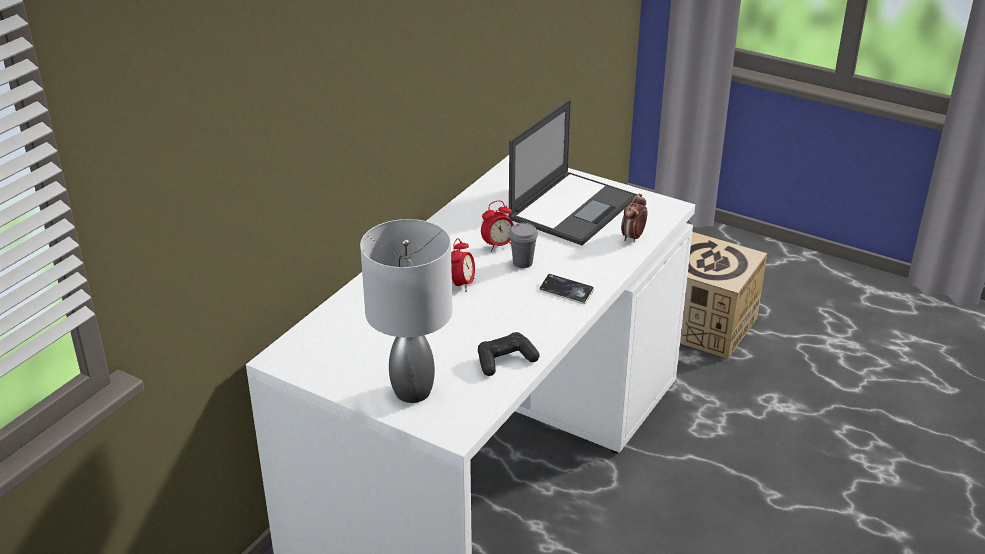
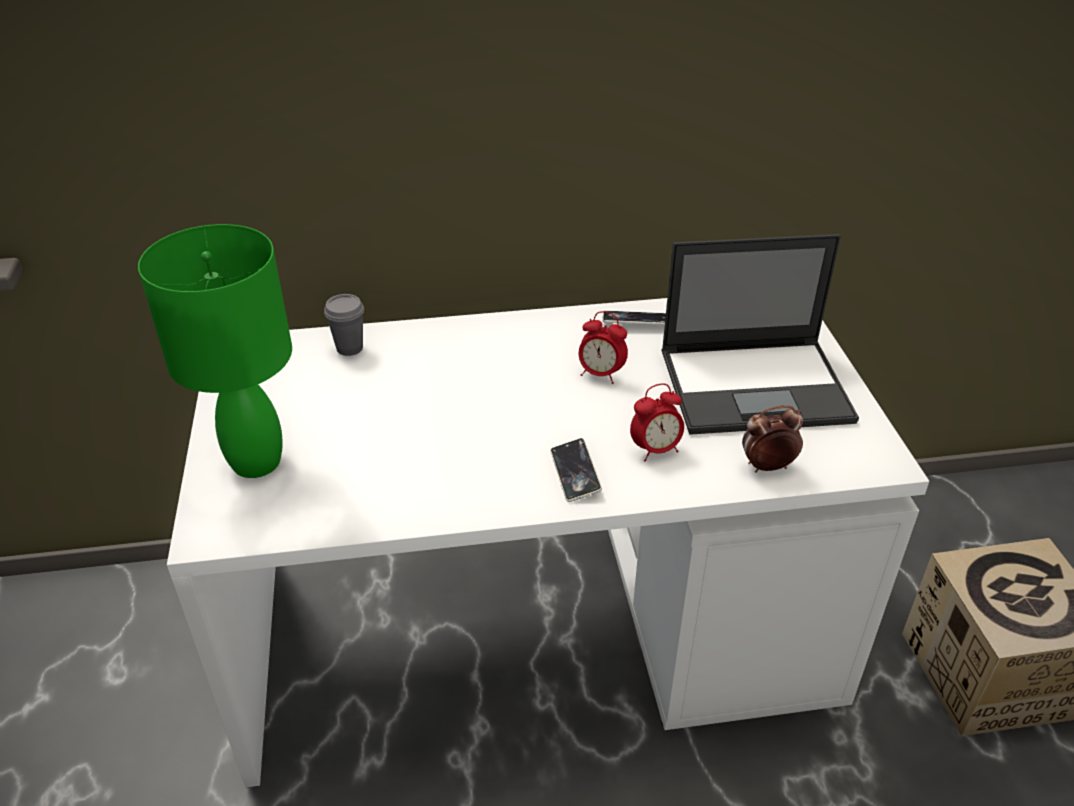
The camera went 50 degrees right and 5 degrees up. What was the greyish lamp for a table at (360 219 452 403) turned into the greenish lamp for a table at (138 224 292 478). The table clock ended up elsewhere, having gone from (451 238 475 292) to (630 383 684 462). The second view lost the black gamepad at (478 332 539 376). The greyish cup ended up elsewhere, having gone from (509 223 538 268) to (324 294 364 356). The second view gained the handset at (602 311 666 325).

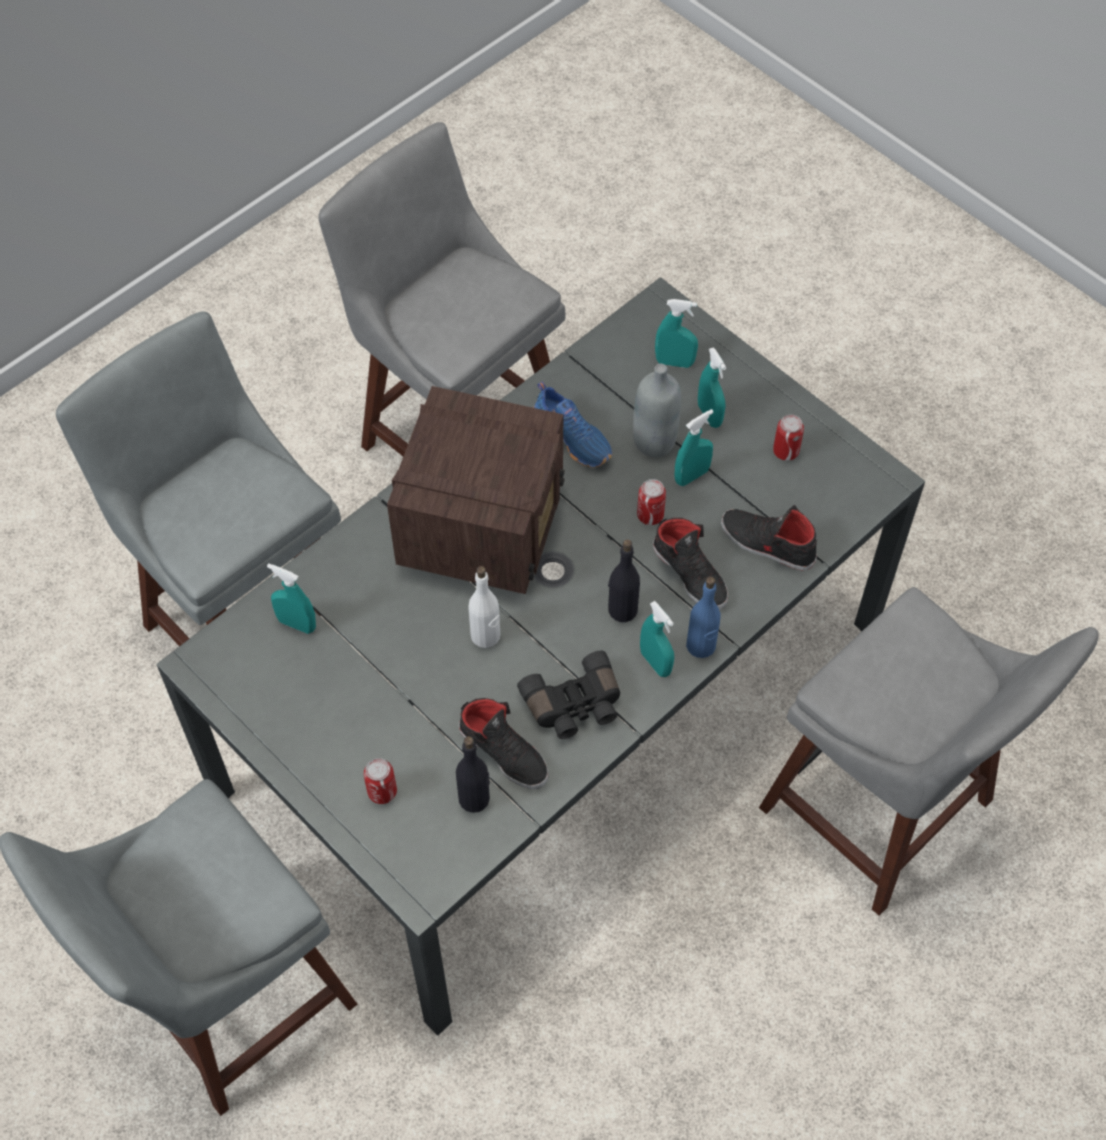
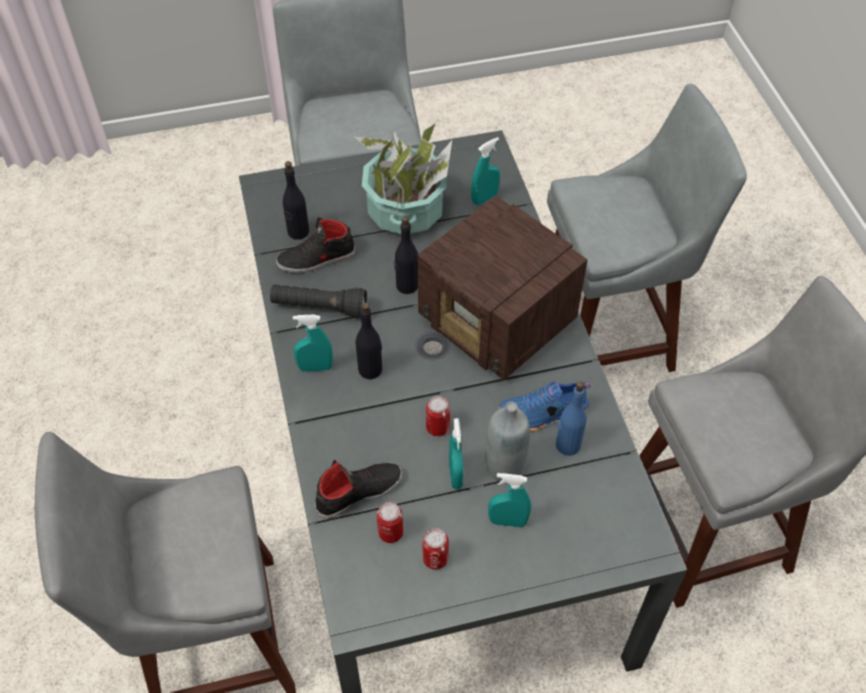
The camera went 120 degrees right and 5 degrees down. The can ended up elsewhere, having gone from (364 758 397 804) to (377 502 403 543). What was the white-coloured bottle at (468 566 500 648) turned into the black bottle at (394 216 418 294). Where the black field glasses stood at (517 651 620 739), the black flashlight came to stand at (270 284 367 319). The second view lost the black low shoe at (653 518 728 610). The second view lost the turquoise spray bottle at (655 299 698 368). The blue-coloured bottle ended up elsewhere, having gone from (686 576 721 658) to (556 381 587 456). The second view gained the plant in a pot at (355 123 452 234).

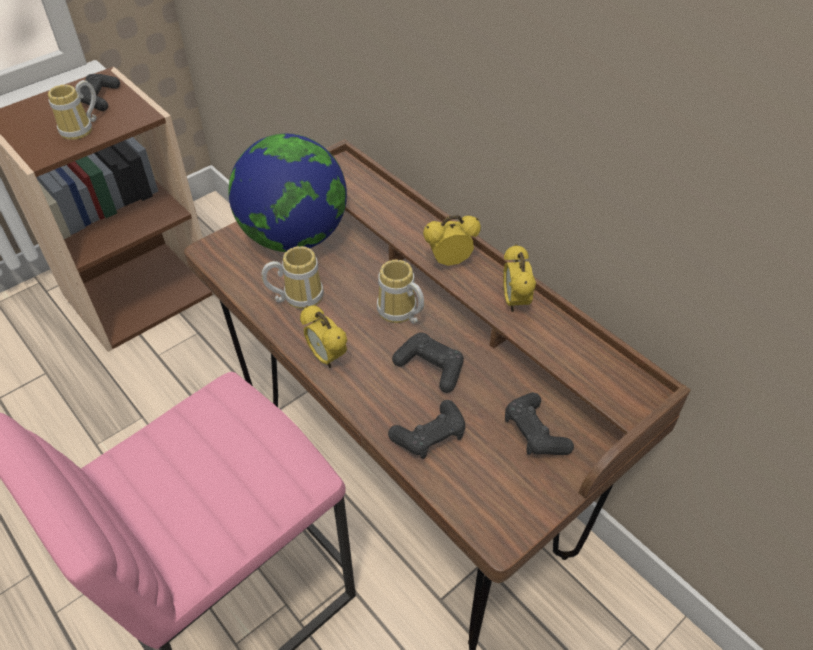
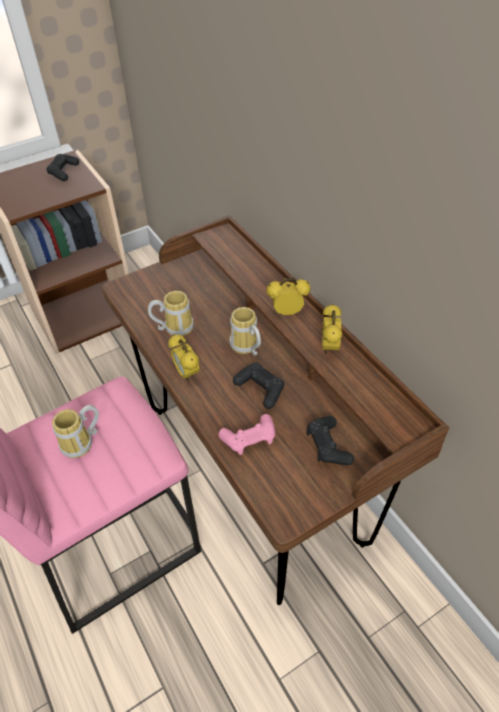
The camera went 10 degrees right and 0 degrees up. The coffee mug ended up elsewhere, having gone from (48 80 97 140) to (52 405 99 458). The second view lost the desk globe at (228 133 347 252). What was the black gamepad at (388 400 465 459) turned into the pink-coloured gamepad at (218 414 275 455).

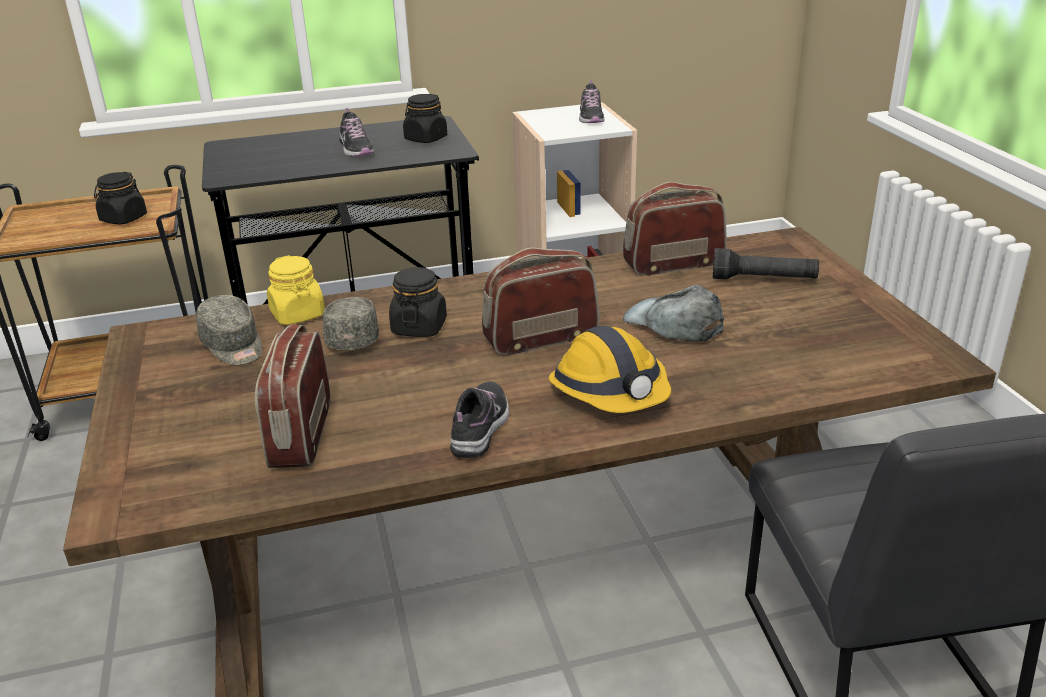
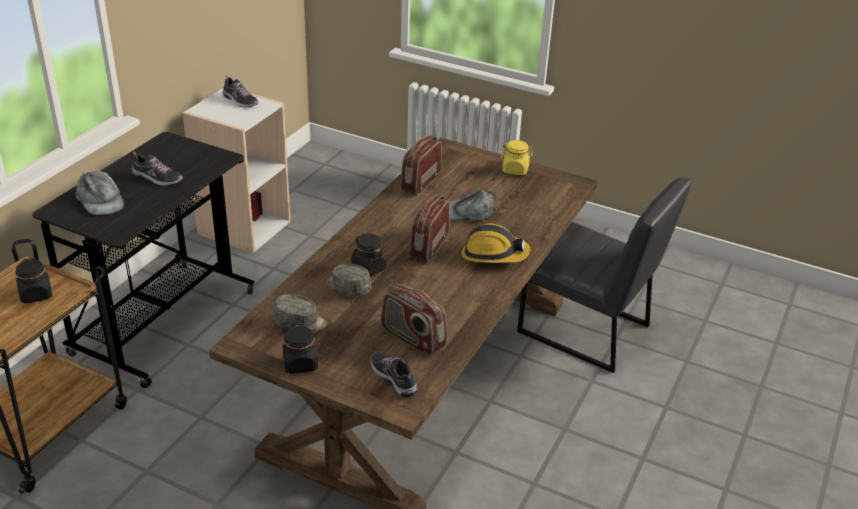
The camera went 50 degrees left and 5 degrees up. The yellow storage jar ended up elsewhere, having gone from (267 255 325 325) to (501 140 534 175). The black storage jar ended up elsewhere, having gone from (403 94 447 143) to (283 324 318 374). The low shoe ended up elsewhere, having gone from (450 381 509 458) to (371 352 418 397). The second view lost the black flashlight at (713 248 819 279). The second view gained the greyish cap at (76 171 124 215).

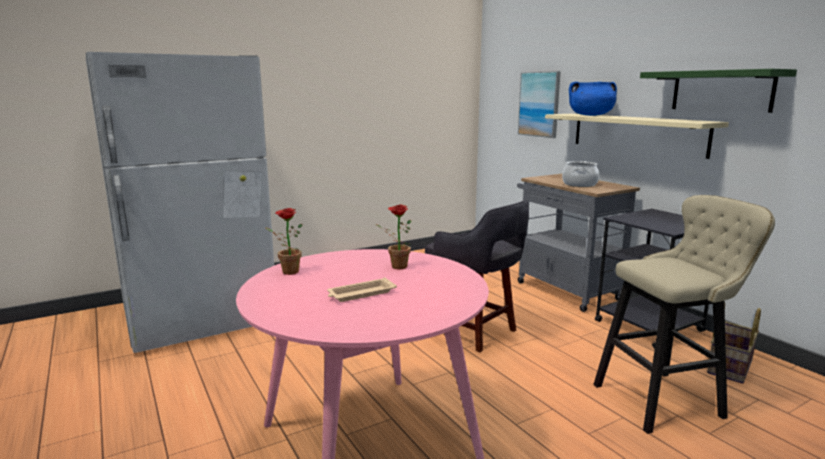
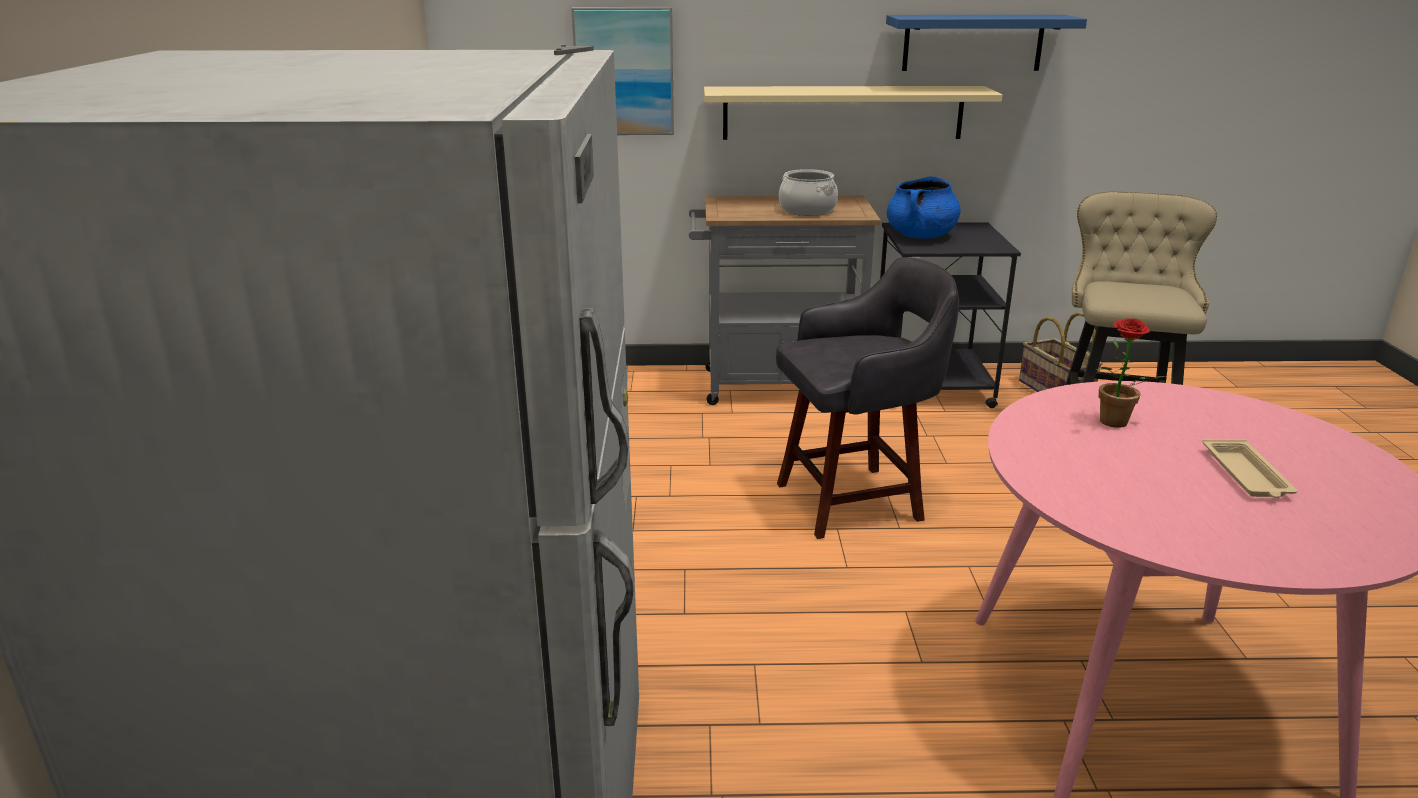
The camera went 60 degrees left and 10 degrees up. The second view lost the plant in a pot at (265 208 303 275). The blue-coloured stockpot ended up elsewhere, having gone from (569 82 617 116) to (887 177 961 239). What was the greenish bracket shelf at (640 69 797 113) turned into the blue-coloured bracket shelf at (886 15 1087 71).

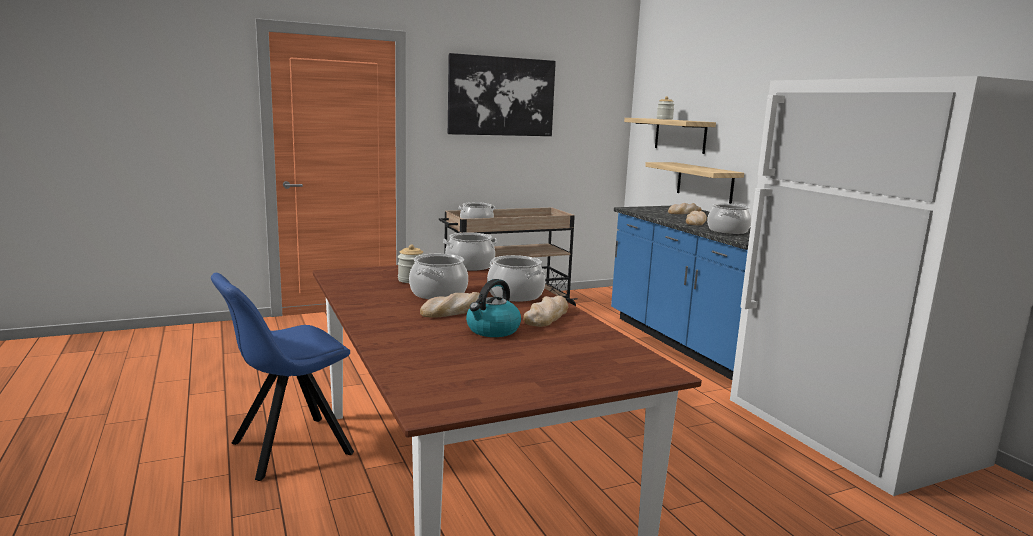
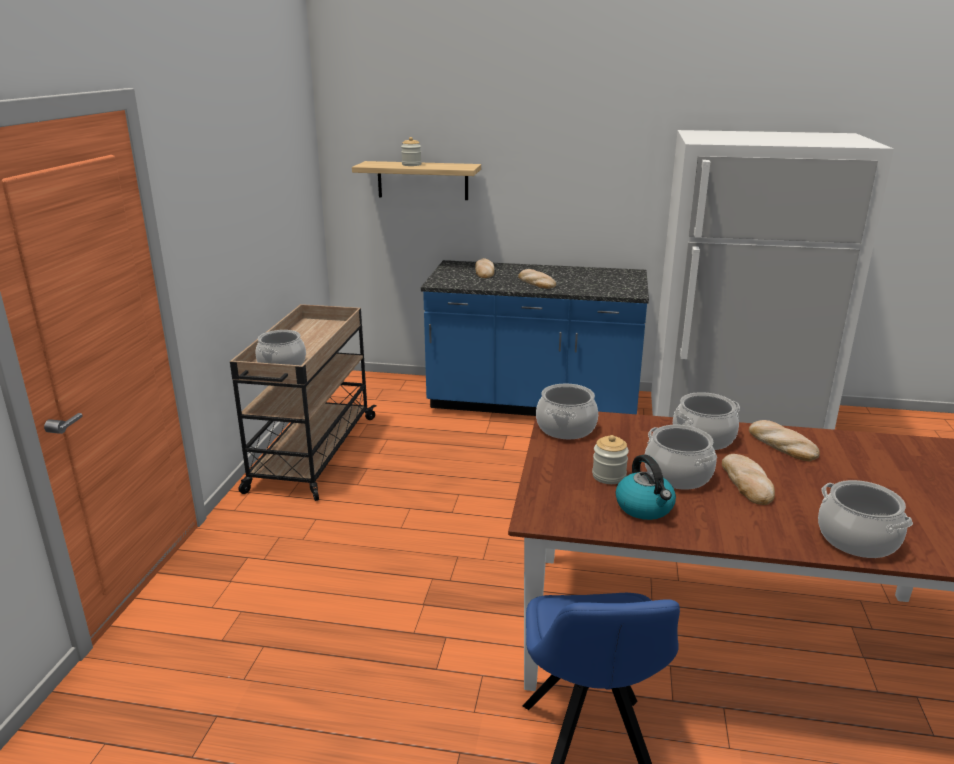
The camera went 55 degrees left and 10 degrees up. The second view lost the picture at (448 53 556 136). The kettle ended up elsewhere, having gone from (466 279 521 337) to (616 455 676 520). The second view lost the bracket shelf at (645 162 744 204). The stockpot ended up elsewhere, having gone from (707 203 751 234) to (818 480 913 558).

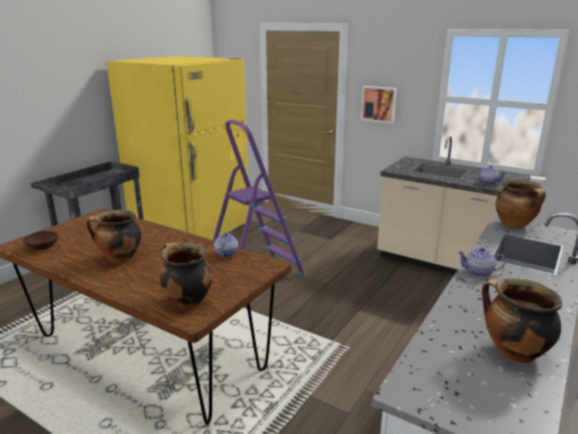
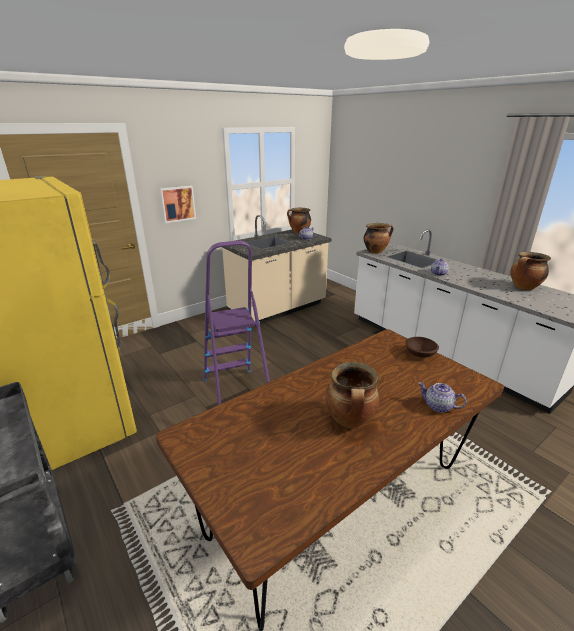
The camera went 70 degrees left and 5 degrees up. The brown-coloured bowl ended up elsewhere, having gone from (23 231 59 250) to (405 337 439 358). The stockpot ended up elsewhere, having gone from (159 242 213 308) to (287 208 311 234). The teapot ended up elsewhere, having gone from (214 230 238 258) to (418 382 467 413).

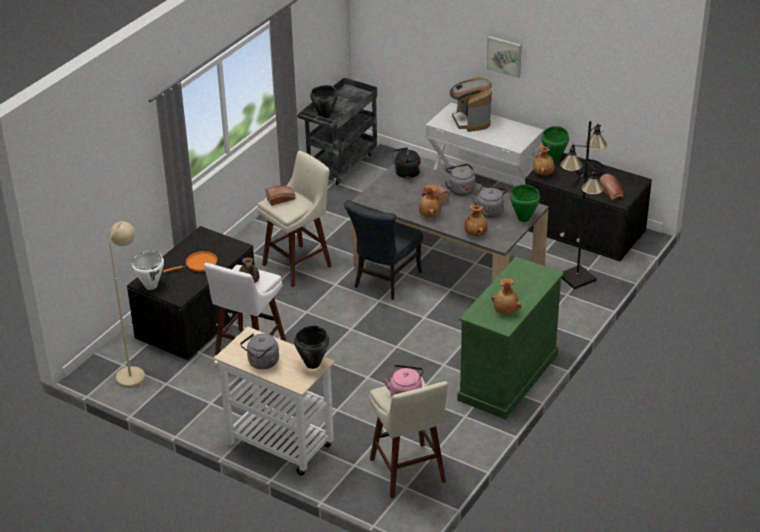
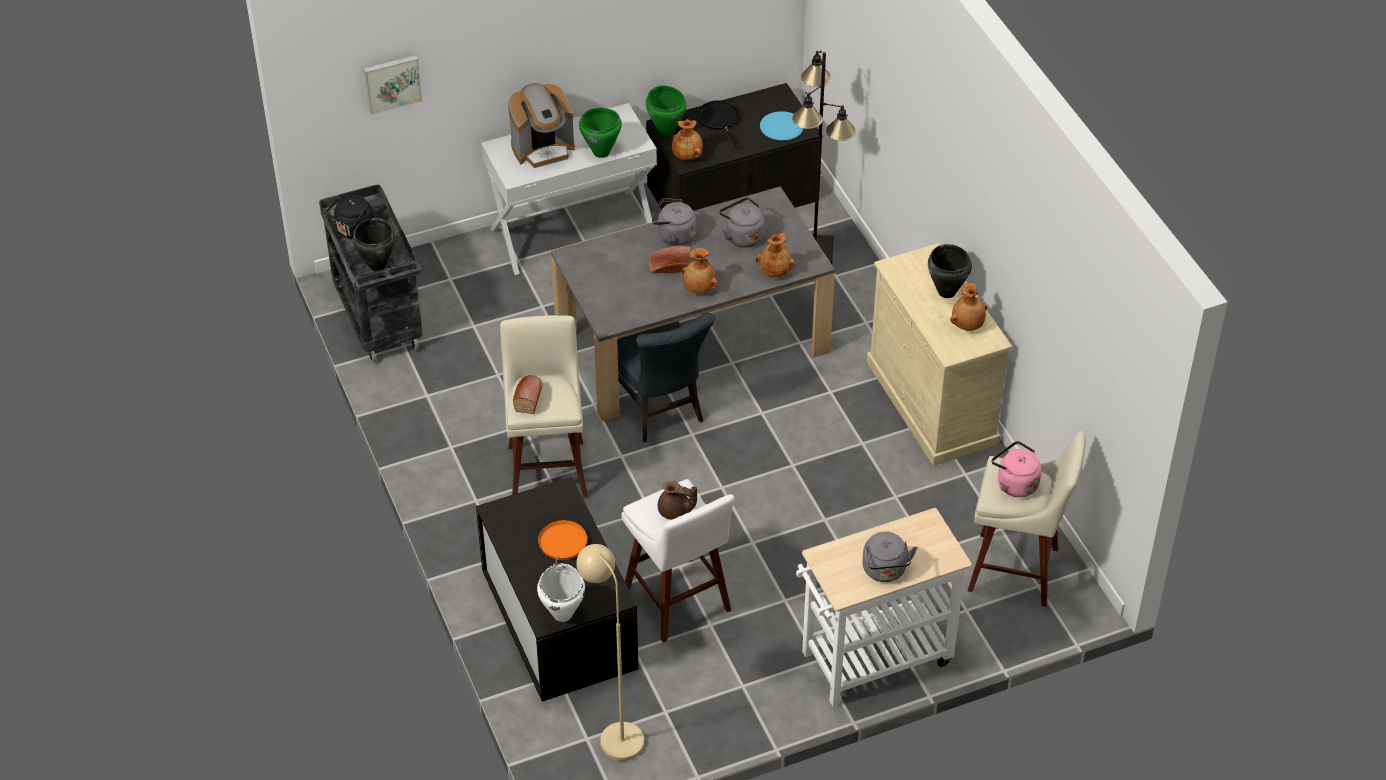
The camera went 55 degrees left and 10 degrees up. The black stockpot ended up elsewhere, having gone from (294 326 329 369) to (928 244 972 298). The black kettle ended up elsewhere, having gone from (393 147 421 179) to (326 195 373 239). The coffee brewer at (450 77 492 132) ended up facing another way, 45 degrees counterclockwise from before. What was the greenish drawer chest at (457 257 564 420) turned into the beige-coloured drawer chest at (866 243 1012 466). The picture ended up elsewhere, having gone from (486 36 522 78) to (363 55 423 115). The greenish stockpot ended up elsewhere, having gone from (510 184 540 222) to (579 108 622 158). Where the bread stood at (600 174 624 201), the blue-coloured flat dish came to stand at (760 111 804 140).

